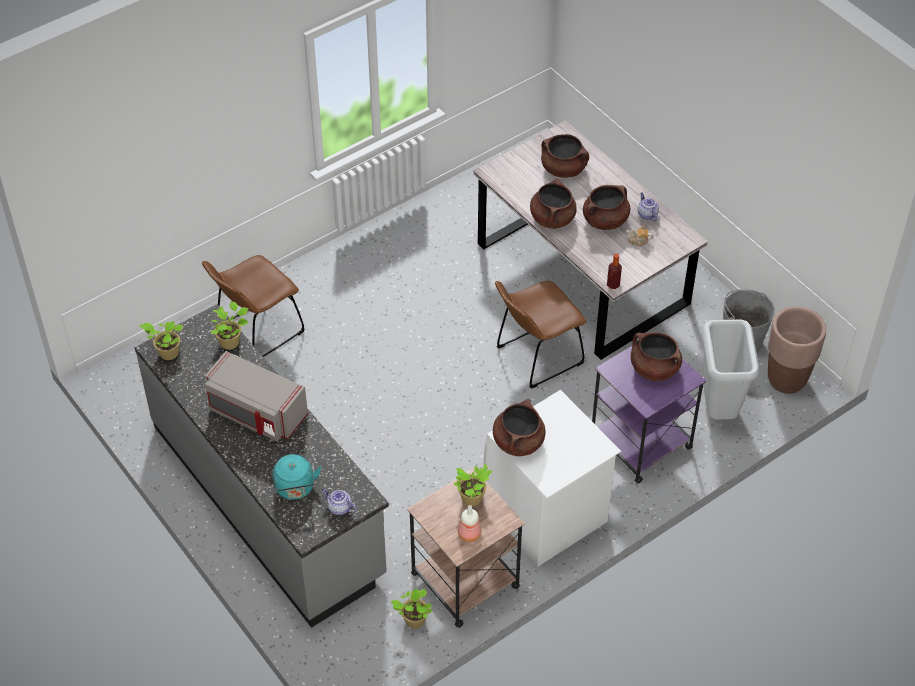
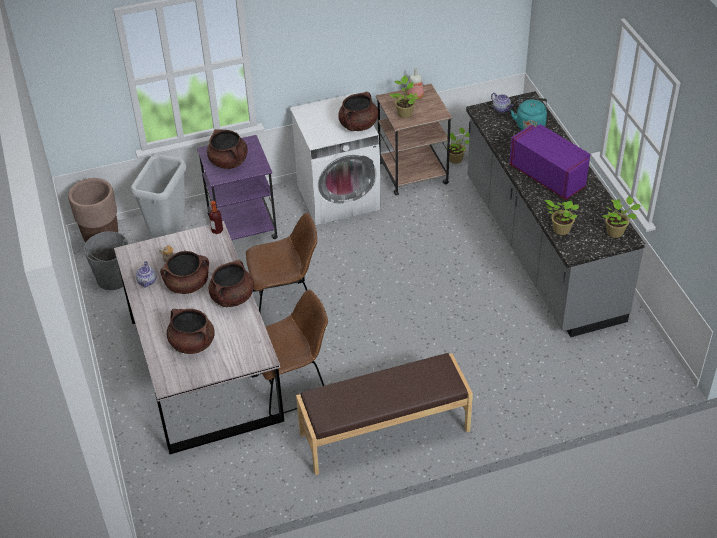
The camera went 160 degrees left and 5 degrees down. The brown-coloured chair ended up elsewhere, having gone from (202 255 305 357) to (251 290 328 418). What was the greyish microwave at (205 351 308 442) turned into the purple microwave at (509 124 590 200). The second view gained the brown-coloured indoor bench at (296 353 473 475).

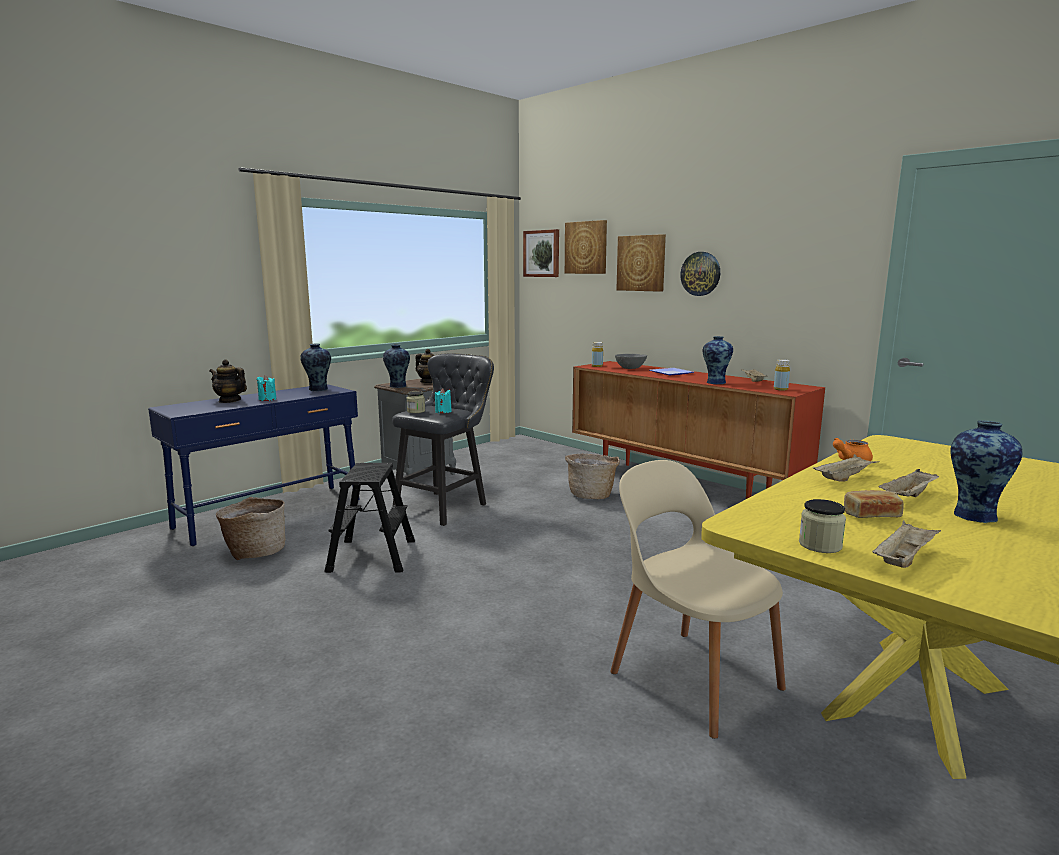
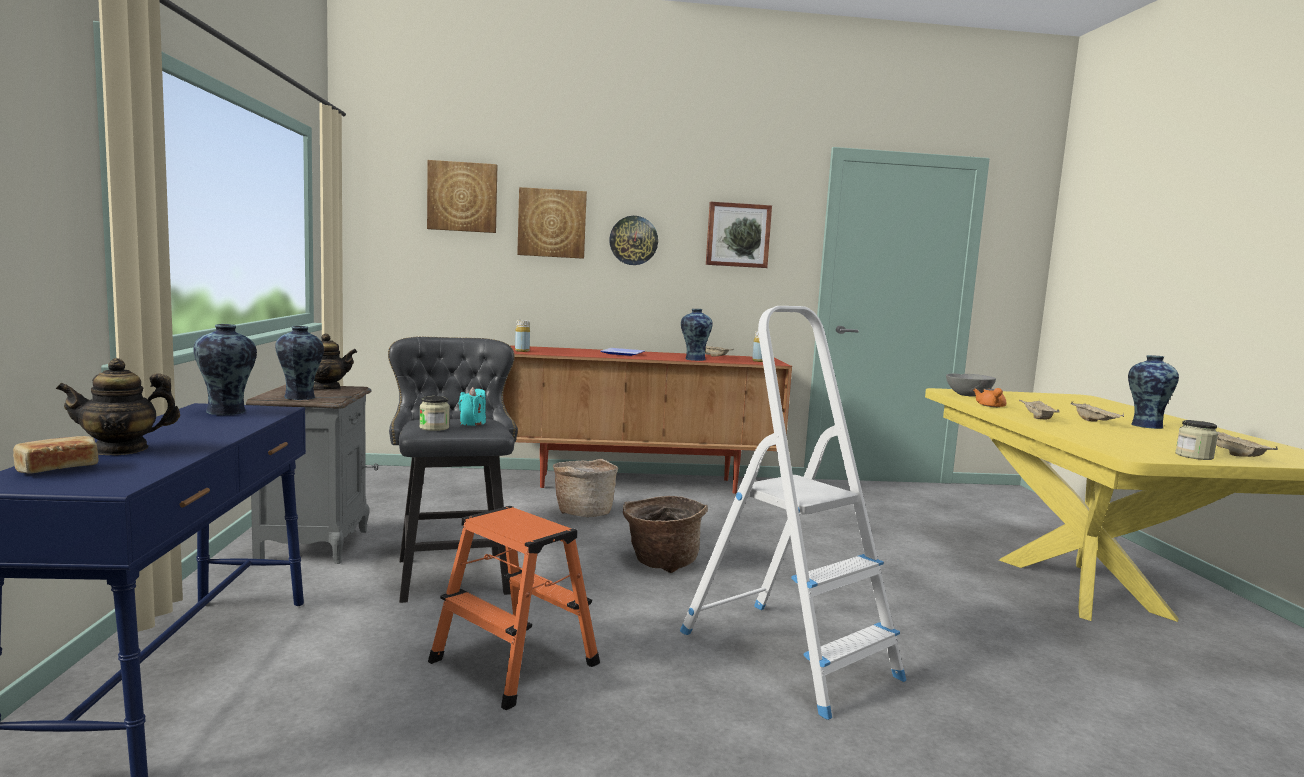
The camera went 50 degrees left and 5 degrees down. The basket ended up elsewhere, having gone from (216 497 285 560) to (623 496 708 573). The second view lost the turquoise candle at (257 375 276 401). What was the black step ladder at (324 463 415 573) turned into the orange-coloured step ladder at (428 506 600 710). The picture ended up elsewhere, having gone from (523 229 559 277) to (706 202 772 268). The second view lost the beige-coloured chair at (610 460 786 739). The greyish bowl ended up elsewhere, having gone from (615 354 647 369) to (946 374 996 397). The bread ended up elsewhere, having gone from (844 490 904 518) to (13 436 98 474). The second view gained the white-coloured step ladder at (680 306 906 720).

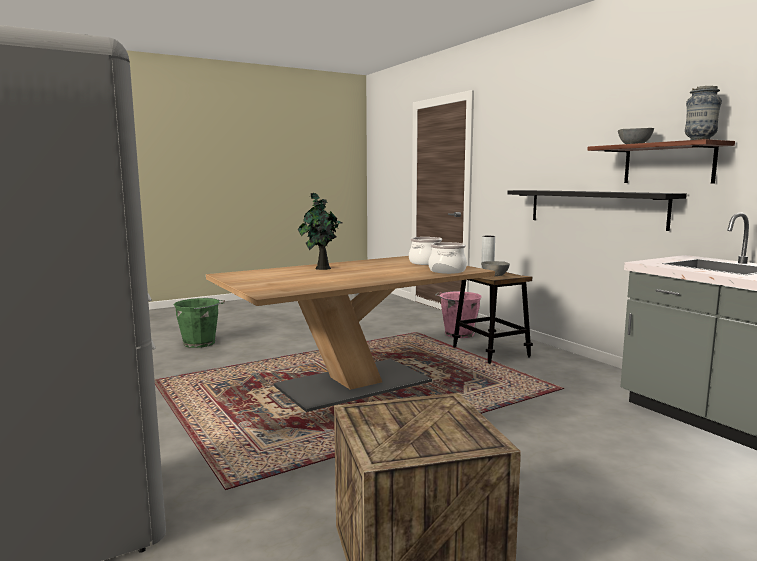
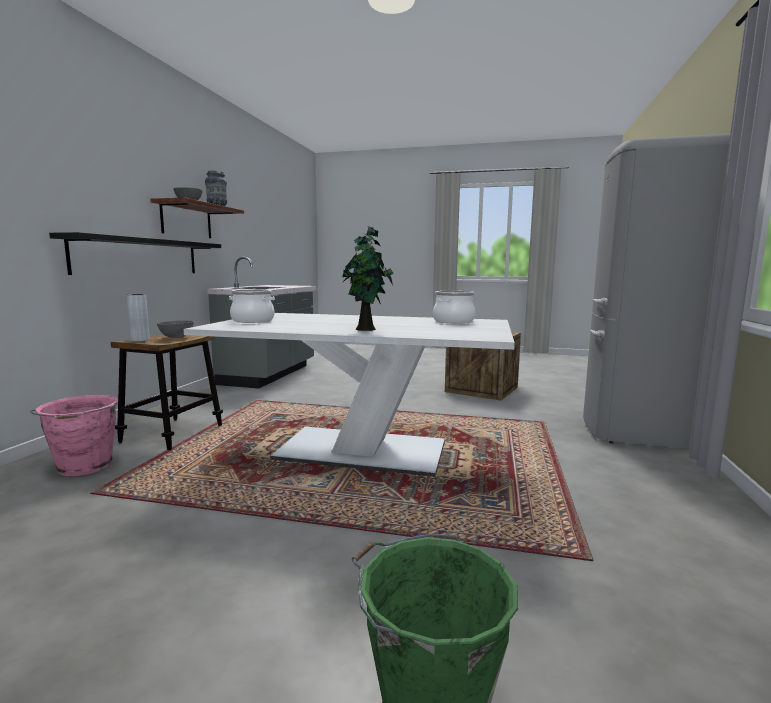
The camera went 135 degrees left and 0 degrees up. What was the brown-coloured kitchen table at (206 256 495 412) turned into the white-coloured kitchen table at (184 313 515 476). The stockpot ended up elsewhere, having gone from (428 242 467 274) to (433 291 475 324).

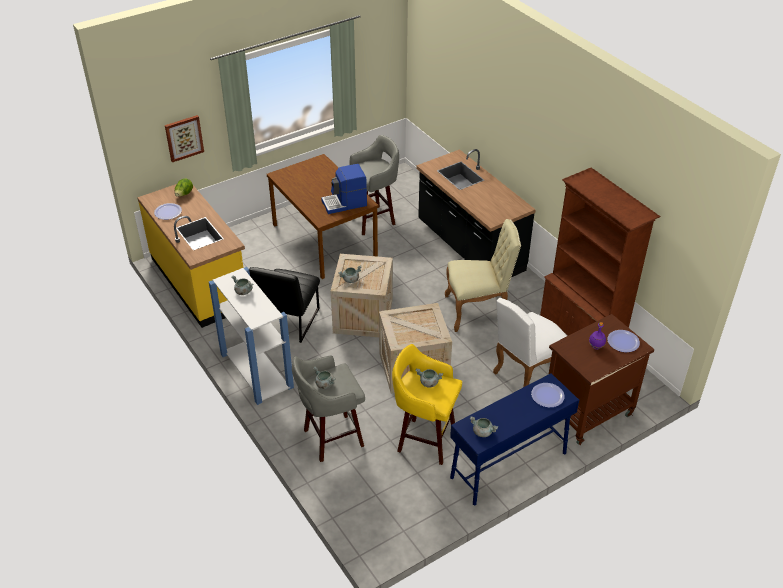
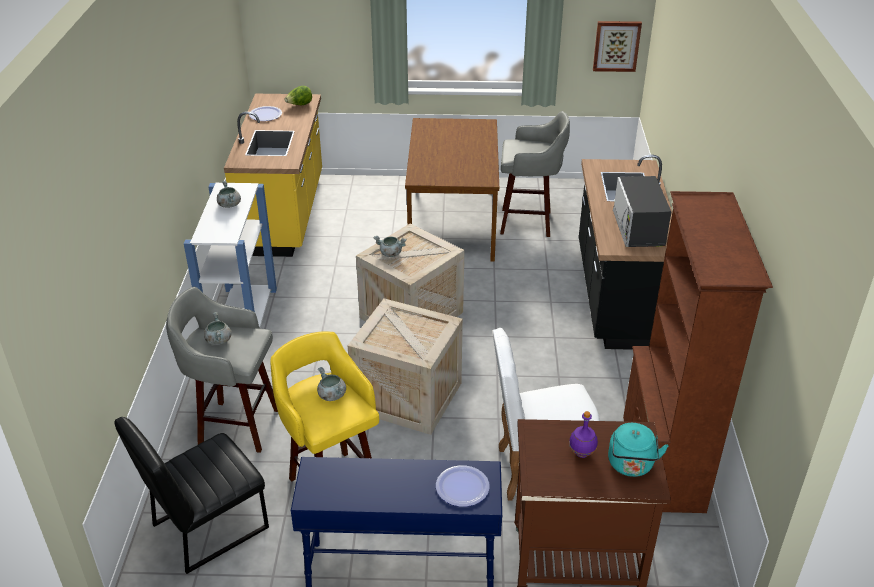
The camera went 35 degrees right and 5 degrees down. The picture ended up elsewhere, having gone from (165 115 204 162) to (593 21 642 72). The black chair ended up elsewhere, having gone from (249 267 320 343) to (114 417 269 574). The second view lost the coffee brewer at (321 164 367 214). The second view lost the beige-coloured chair at (445 219 521 332). The second view lost the greyish stockpot at (470 417 498 437). Where the flat dish stood at (607 330 640 352), the turquoise kettle came to stand at (608 423 669 477). The second view gained the microwave at (613 176 671 247).

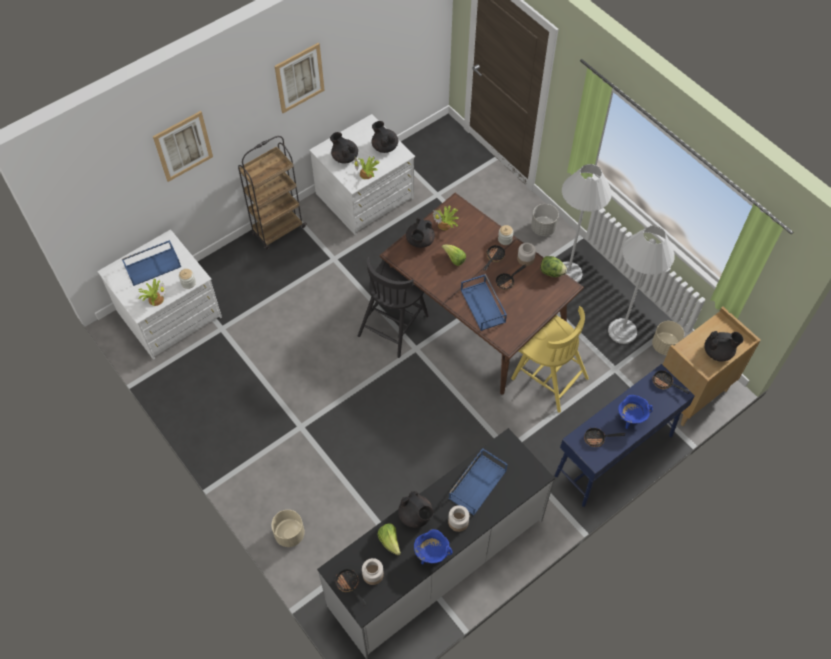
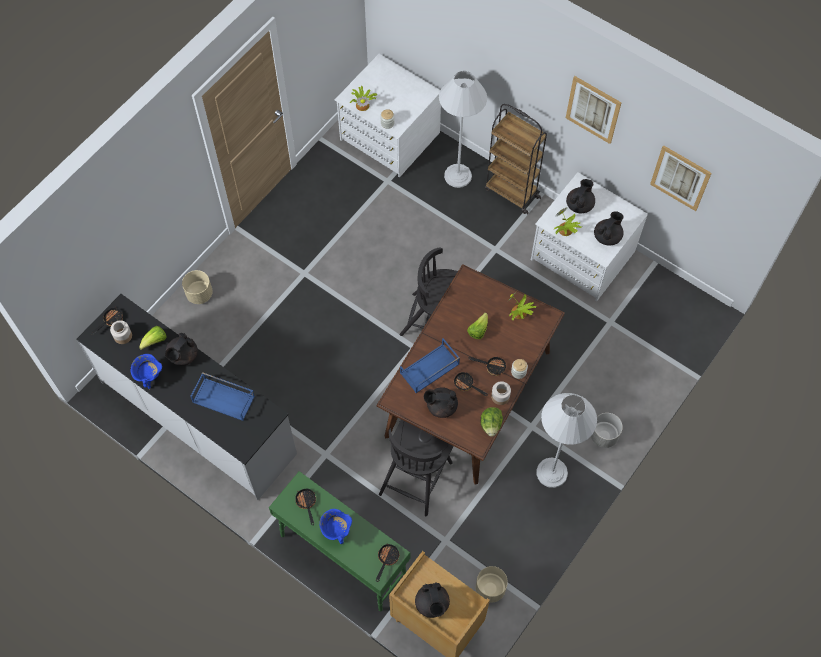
The camera went 75 degrees right and 5 degrees up. The second view lost the blue-coloured serving tray at (122 240 181 286). The picture ended up elsewhere, having gone from (153 111 213 182) to (650 145 712 211). The black teapot ended up elsewhere, having gone from (406 217 435 248) to (424 387 458 418). The second view lost the storage jar at (448 505 469 532). What was the yellow chair at (511 306 589 413) turned into the black chair at (379 419 453 516). What was the blue-coloured hall table at (555 364 695 507) turned into the greenish hall table at (269 471 410 611). The white-coloured standing lamp ended up elsewhere, having gone from (608 226 675 344) to (439 71 487 188).

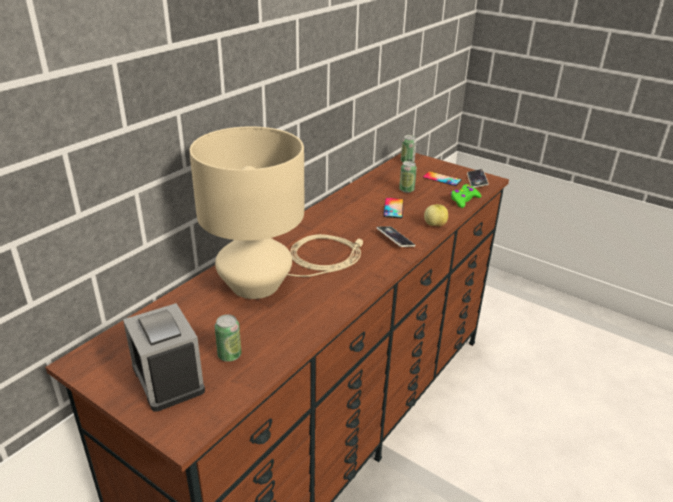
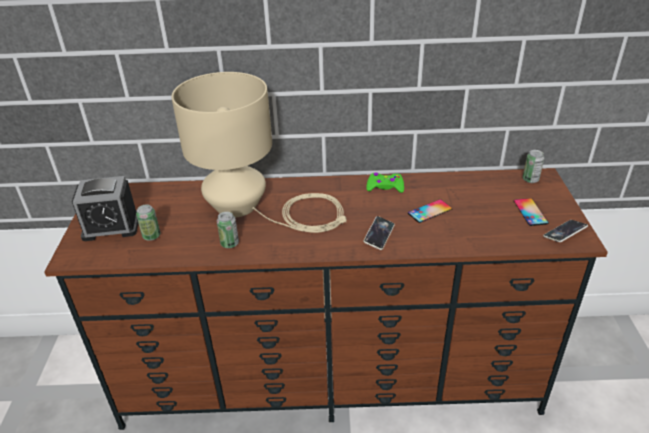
The camera went 55 degrees right and 5 degrees up. The table clock at (123 303 205 412) ended up facing another way, 120 degrees counterclockwise from before. The can ended up elsewhere, having gone from (399 161 417 193) to (217 212 239 248). The second view lost the whole apple at (424 204 448 227). The greenish gamepad ended up elsewhere, having gone from (450 184 482 208) to (366 172 404 193).

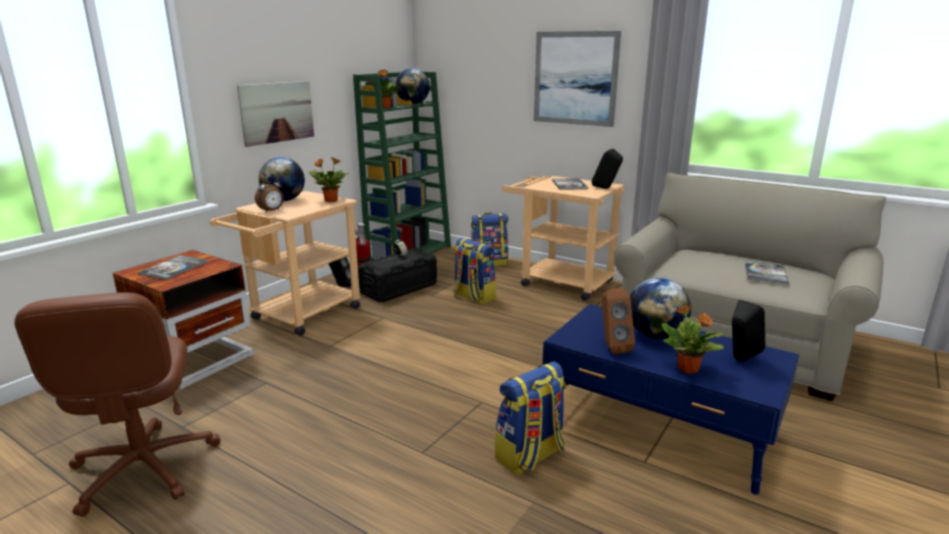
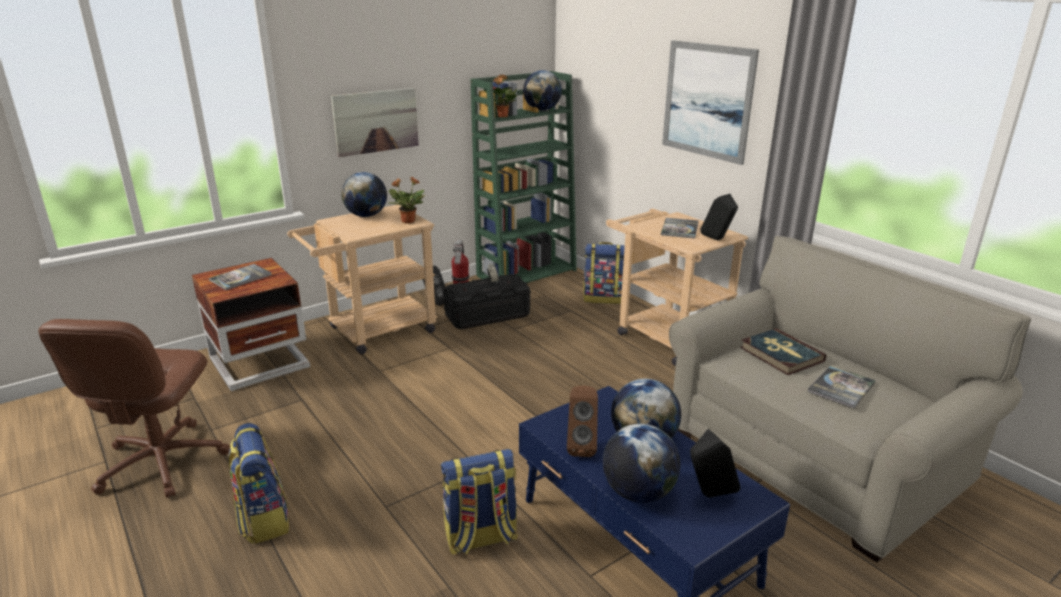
The camera went 20 degrees right and 5 degrees up. The second view lost the table clock at (255 176 284 213). The knapsack ended up elsewhere, having gone from (453 238 496 305) to (228 423 289 544). Where the plant in a pot stood at (662 305 724 374), the desk globe came to stand at (603 424 680 503). The second view gained the volume at (740 328 826 375).

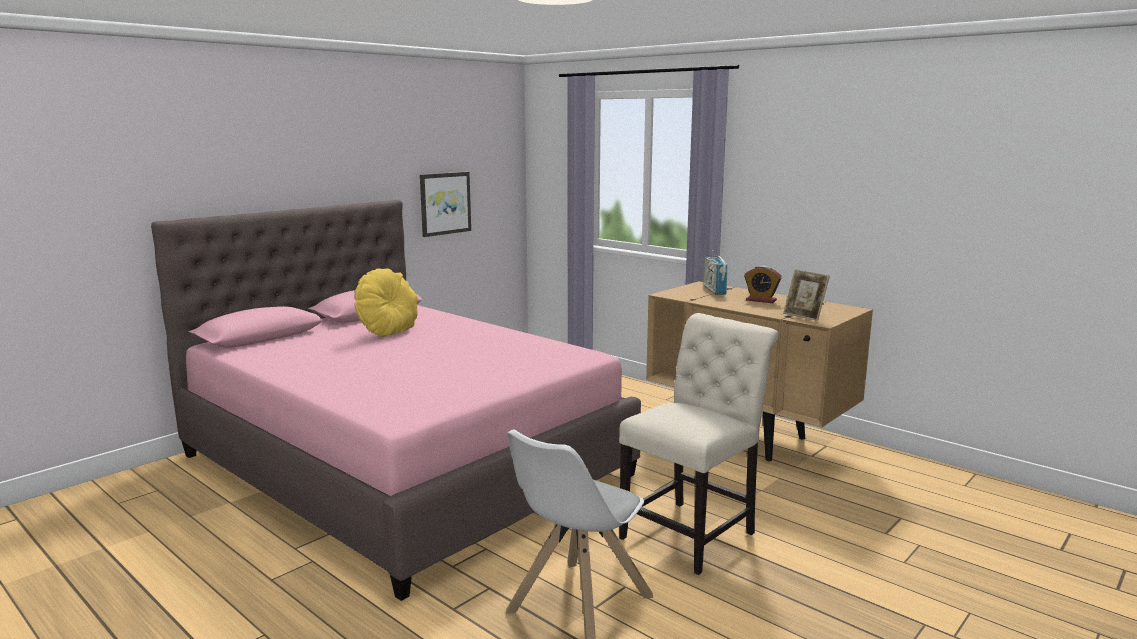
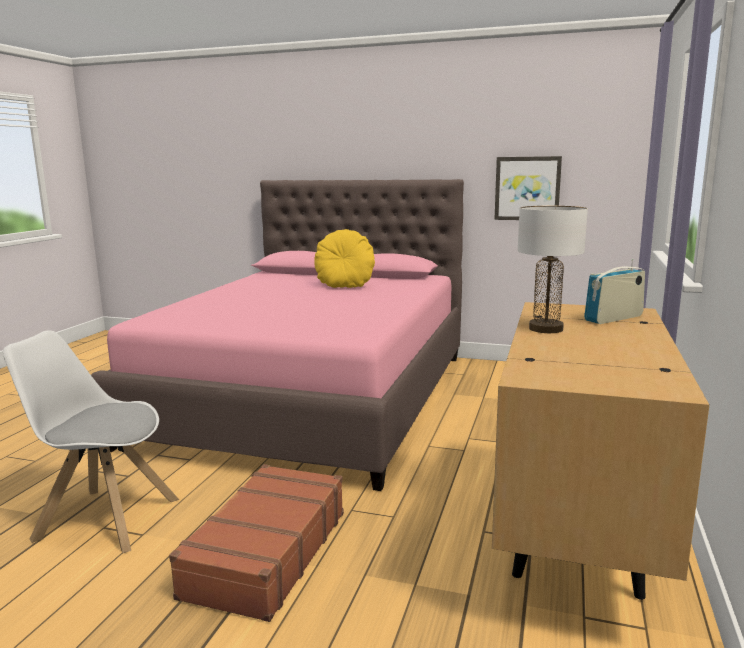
The camera went 65 degrees right and 0 degrees up. Where the beige-coloured chair stood at (619 313 779 575), the brown-coloured piece of luggage came to stand at (169 464 344 622). The second view lost the table clock at (744 266 782 303). The second view lost the picture frame at (783 269 830 321). The second view gained the lamp for a table at (518 206 588 333).

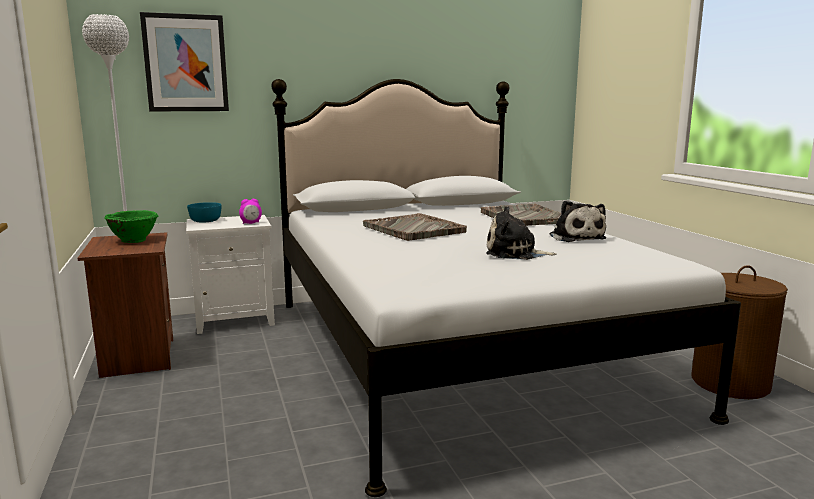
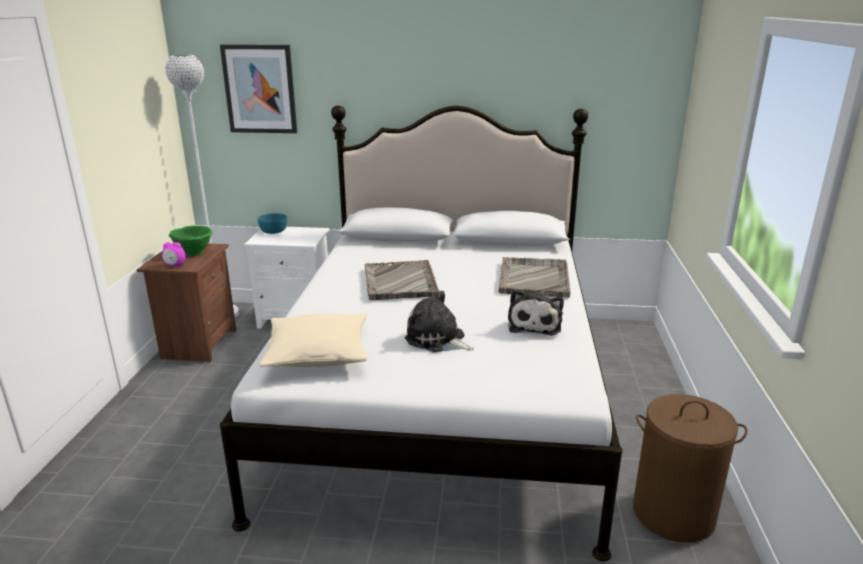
The camera went 25 degrees right and 10 degrees up. The table clock ended up elsewhere, having gone from (239 199 262 224) to (162 242 185 267). The second view gained the beige-coloured cushion at (260 313 367 367).

